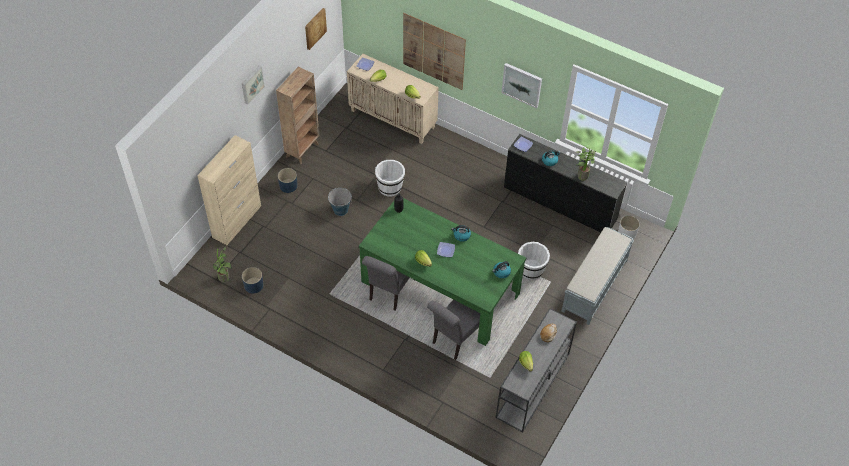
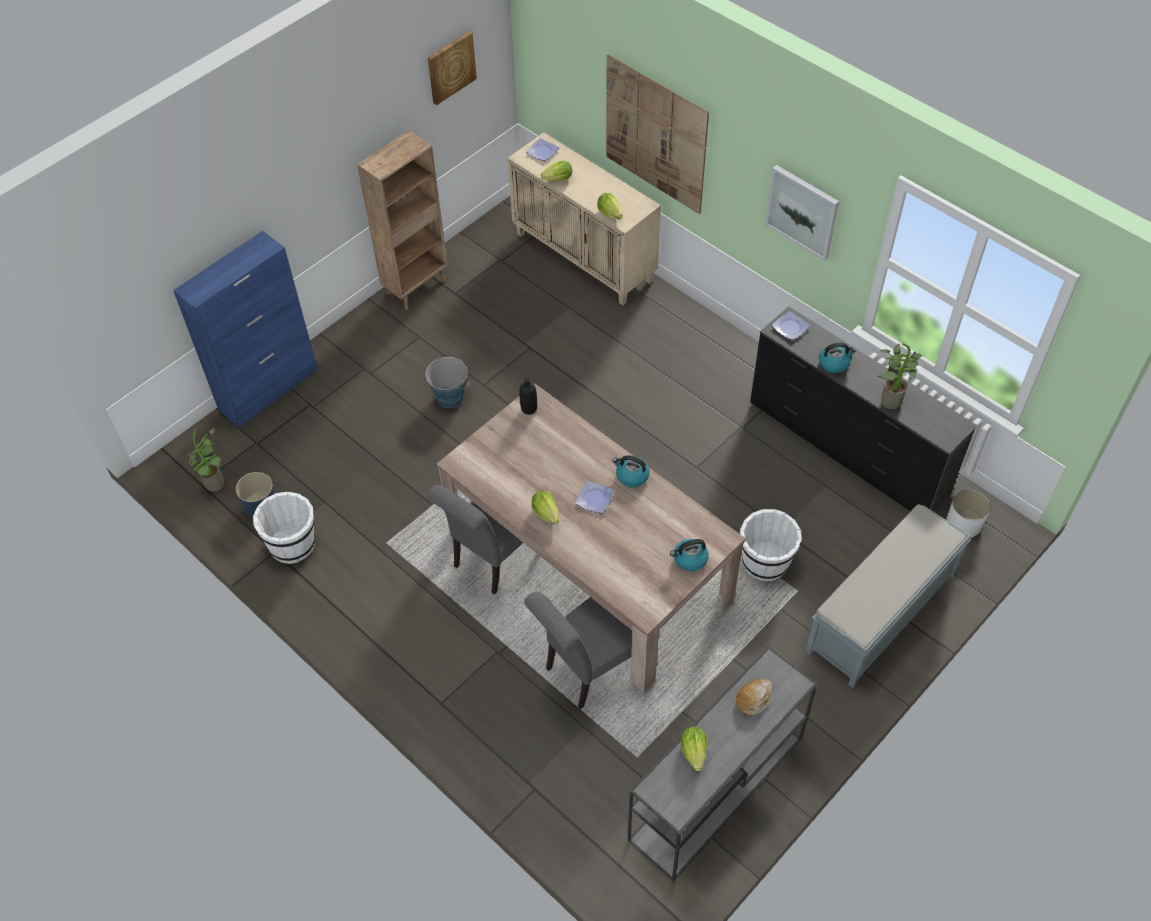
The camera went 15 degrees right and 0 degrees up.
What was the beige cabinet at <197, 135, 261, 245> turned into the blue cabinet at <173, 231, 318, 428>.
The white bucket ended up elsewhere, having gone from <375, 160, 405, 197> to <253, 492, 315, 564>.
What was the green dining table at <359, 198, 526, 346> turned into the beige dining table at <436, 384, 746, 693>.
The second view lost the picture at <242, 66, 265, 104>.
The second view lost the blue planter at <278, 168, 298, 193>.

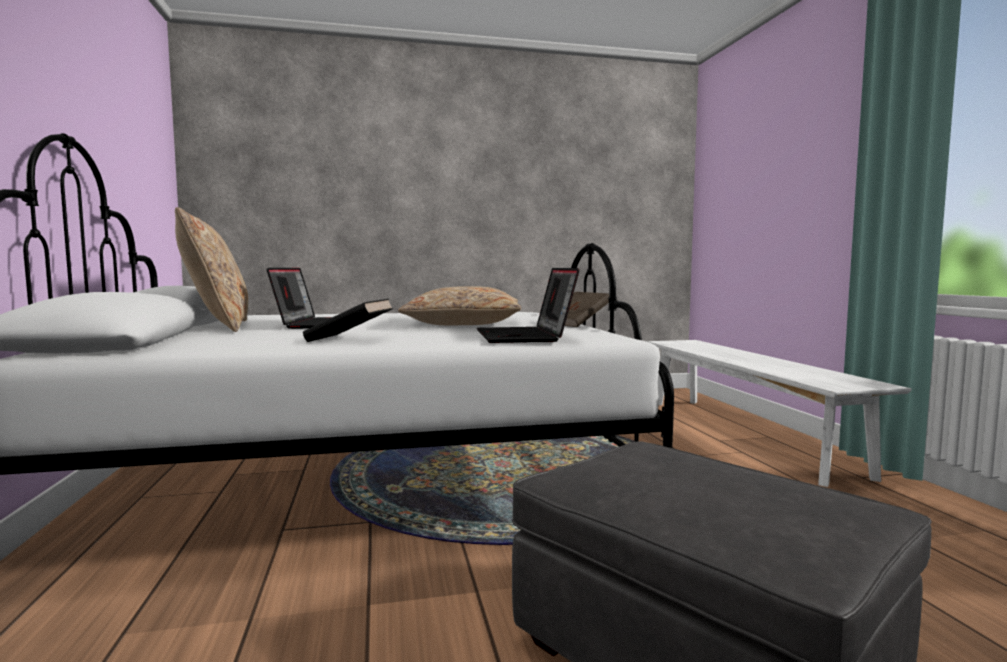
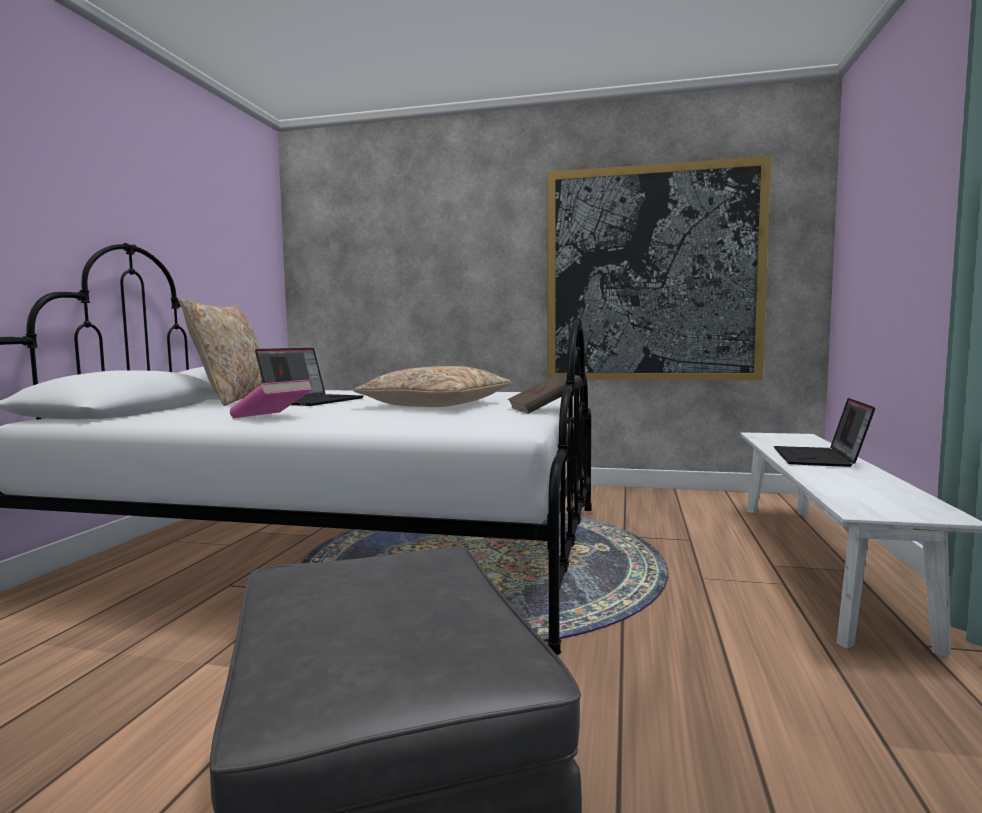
The camera went 25 degrees right and 0 degrees up.
What was the black book at <303, 299, 393, 342> turned into the pink book at <230, 380, 313, 418>.
The second view gained the picture at <547, 156, 771, 380>.
The laptop ended up elsewhere, having gone from <477, 268, 580, 343> to <774, 398, 875, 467>.

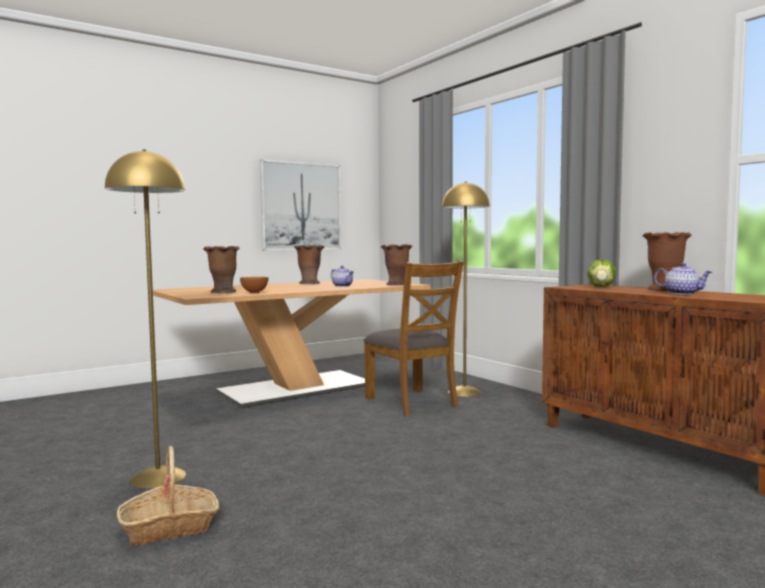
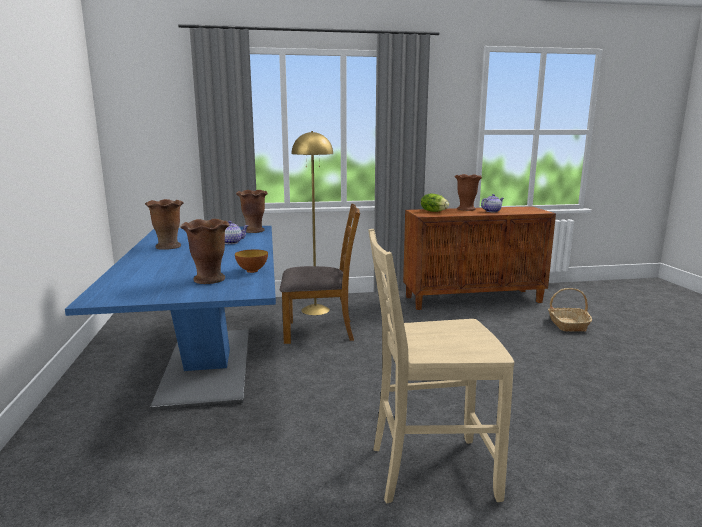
The camera went 65 degrees left and 10 degrees up.
What was the beige dining table at <153, 279, 431, 408> turned into the blue dining table at <65, 226, 276, 410>.
Where the yellow floor lamp stood at <105, 149, 186, 489>, the beige chair came to stand at <368, 229, 514, 503>.
The basket ended up elsewhere, having gone from <117, 446, 220, 545> to <548, 288, 592, 332>.
The second view lost the picture at <260, 159, 341, 250>.

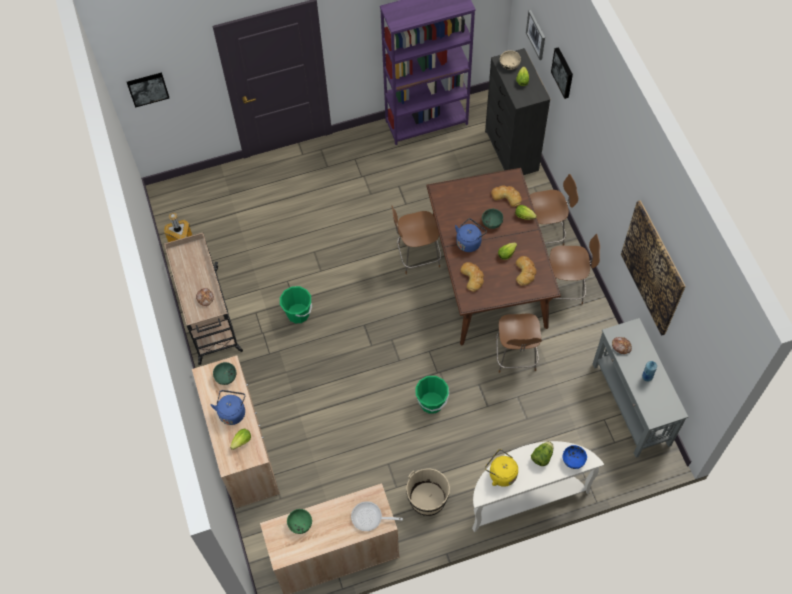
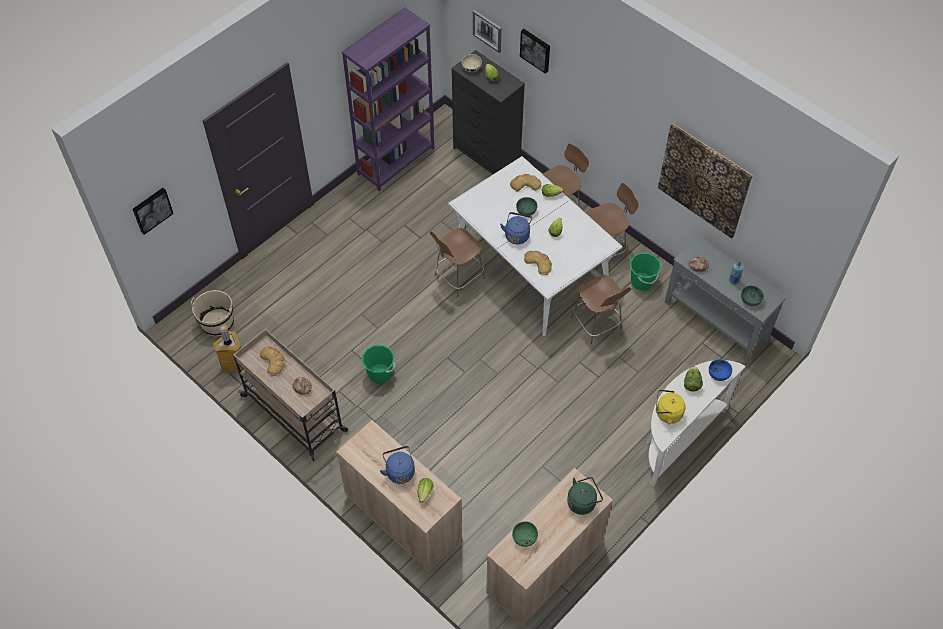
The camera went 30 degrees left and 5 degrees down.
The beige bucket ended up elsewhere, having gone from <406, 468, 450, 516> to <191, 290, 234, 337>.
The bread ended up elsewhere, having gone from <516, 256, 536, 286> to <260, 346, 285, 376>.
What was the brown dining table at <426, 168, 561, 345> turned into the white dining table at <448, 156, 623, 336>.
Where the frying pan stood at <351, 501, 403, 531>, the green kettle came to stand at <567, 477, 603, 515>.
The green bucket ended up elsewhere, having gone from <415, 376, 449, 413> to <630, 253, 661, 290>.
The green bowl ended up elsewhere, having gone from <213, 362, 236, 385> to <741, 286, 764, 306>.

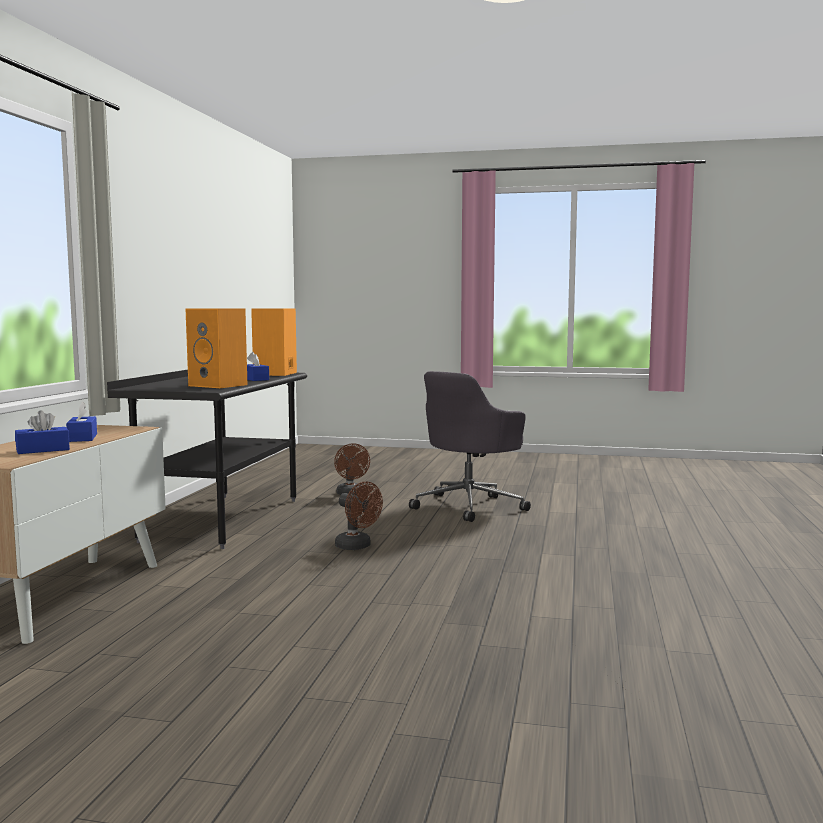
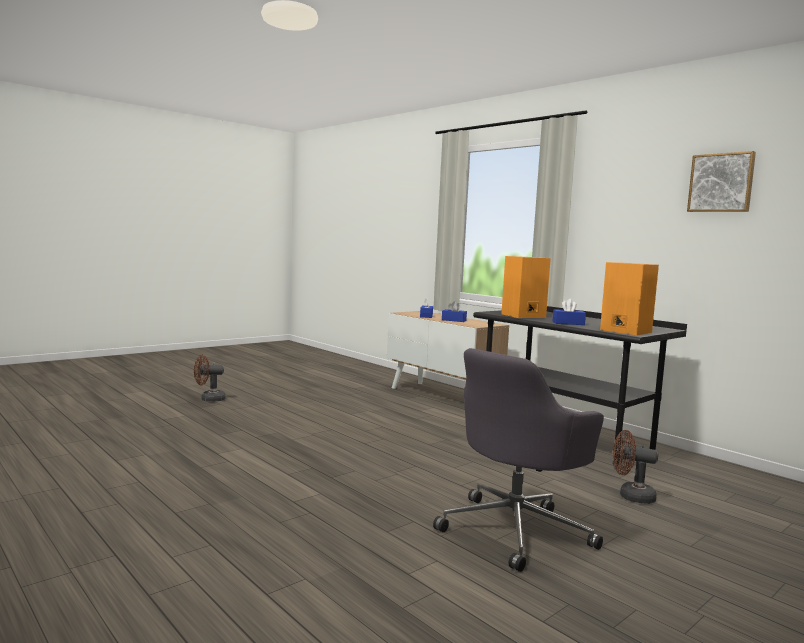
The camera went 125 degrees right and 0 degrees up.
The brown fan ended up elsewhere, having gone from <335, 482, 383, 550> to <194, 355, 226, 402>.
The grey office chair at <409, 371, 531, 522> ended up facing another way, 120 degrees counterclockwise from before.
The second view gained the picture at <687, 151, 756, 212>.

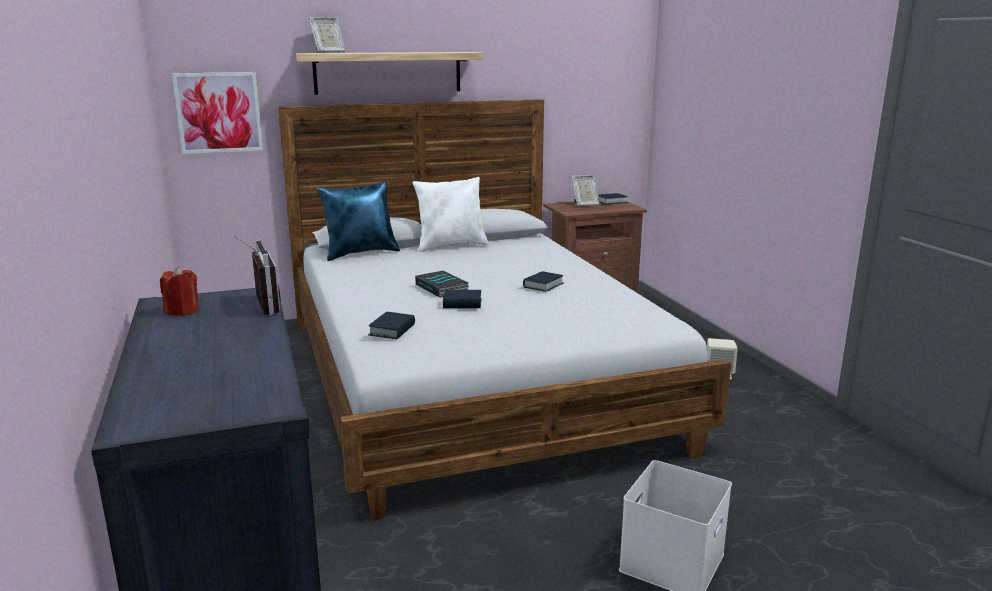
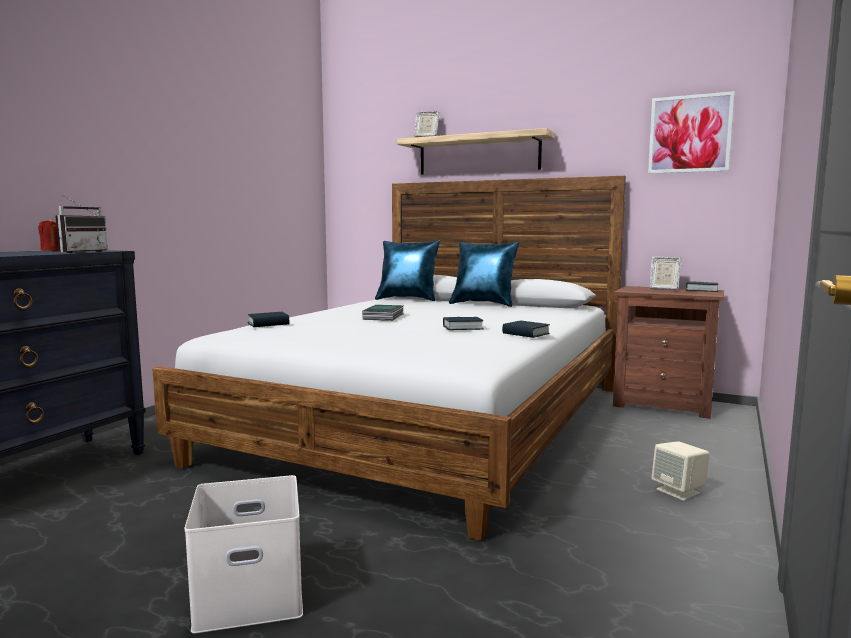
The camera went 45 degrees right and 10 degrees down.
What was the white pillow at <412, 177, 489, 252> turned into the blue pillow at <449, 242, 519, 307>.
The book ended up elsewhere, having gone from <443, 290, 482, 308> to <502, 321, 550, 338>.
The picture ended up elsewhere, having gone from <172, 72, 263, 154> to <648, 91, 734, 174>.

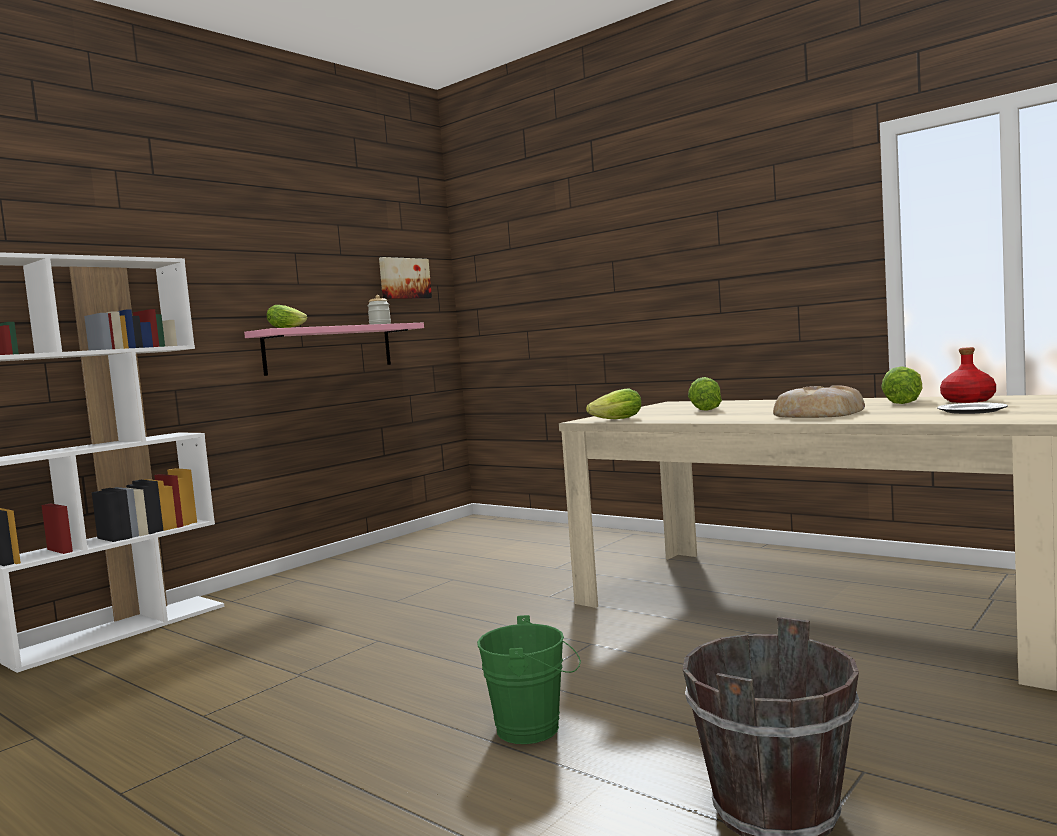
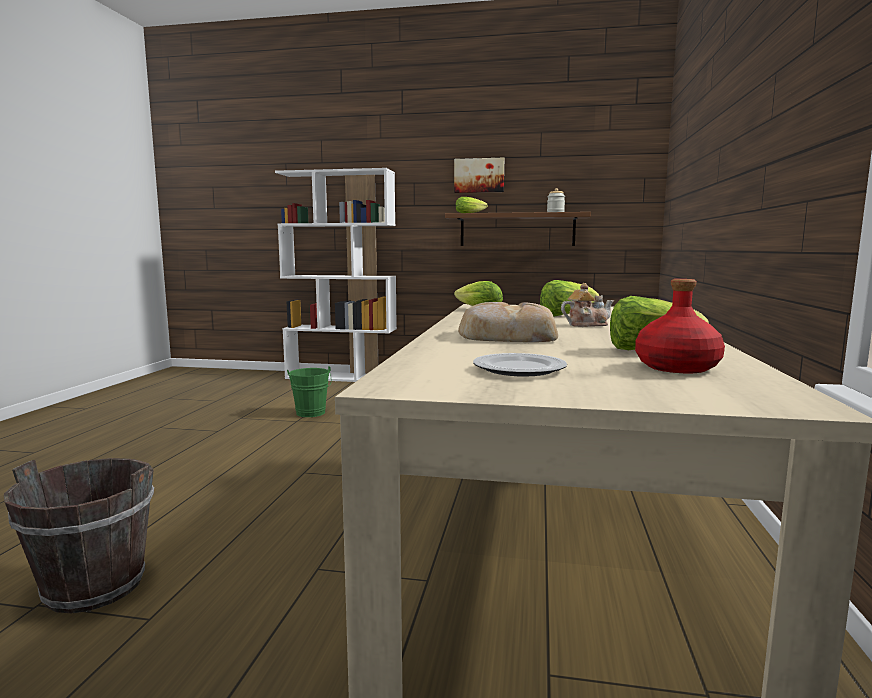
The camera went 60 degrees right and 5 degrees up.
The green bucket ended up elsewhere, having gone from <477, 615, 581, 744> to <287, 366, 331, 417>.
What was the pink shelf at <244, 323, 424, 376> turned into the brown shelf at <445, 212, 591, 246>.
The picture ended up elsewhere, having gone from <379, 257, 432, 299> to <454, 158, 504, 193>.
The second view gained the teapot at <561, 283, 614, 327>.

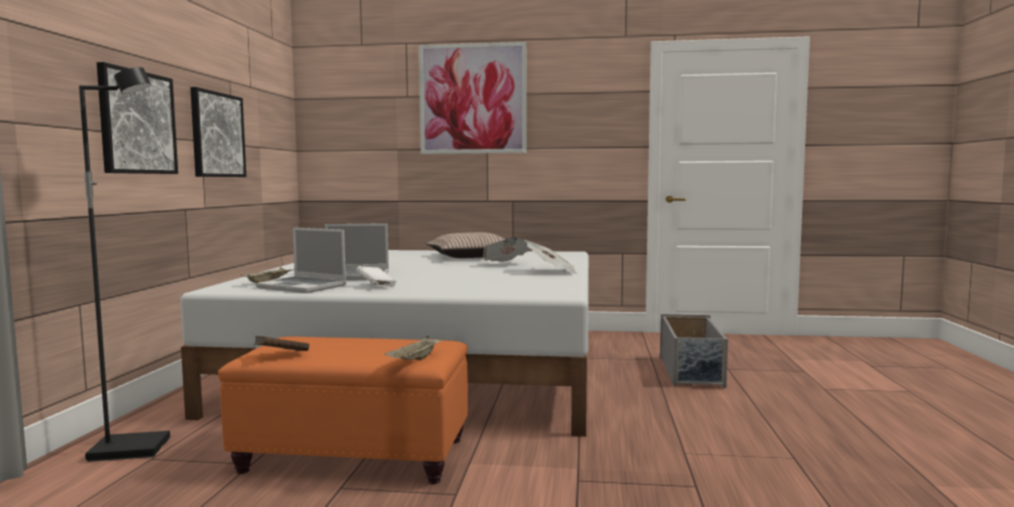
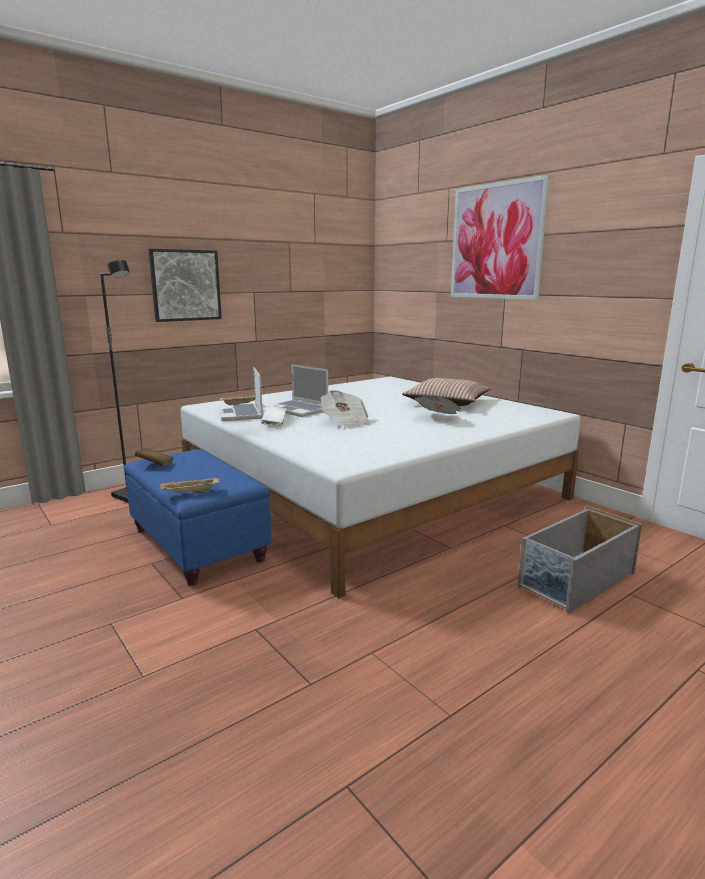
The camera went 45 degrees right and 10 degrees up.
What was the orange ottoman at <218, 337, 468, 484> turned into the blue ottoman at <123, 449, 271, 586>.
The newspaper ended up elsewhere, having gone from <524, 240, 577, 274> to <320, 390, 370, 429>.
The second view lost the picture at <190, 87, 246, 177>.

